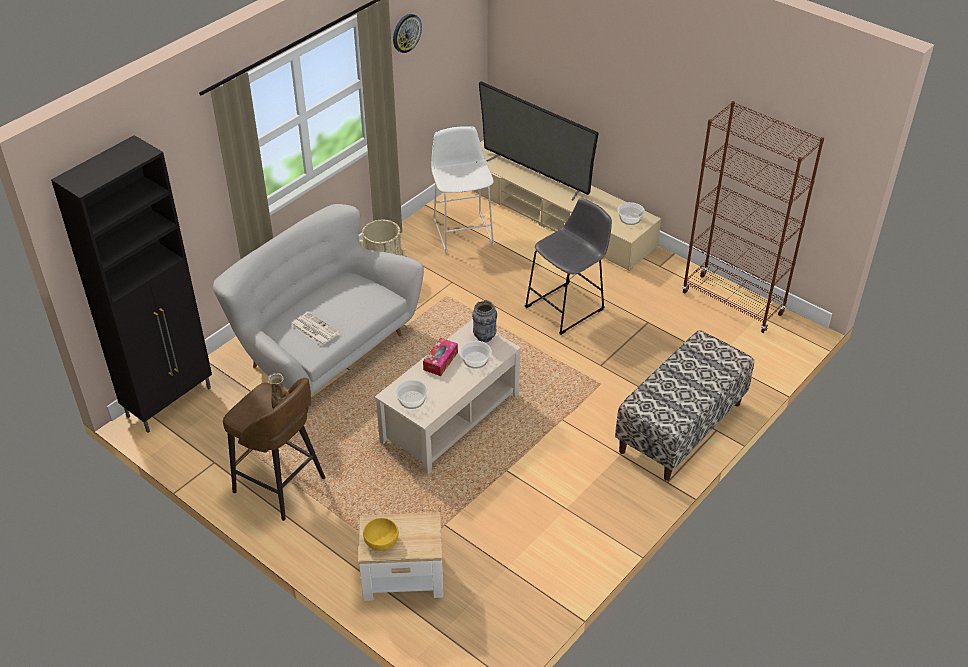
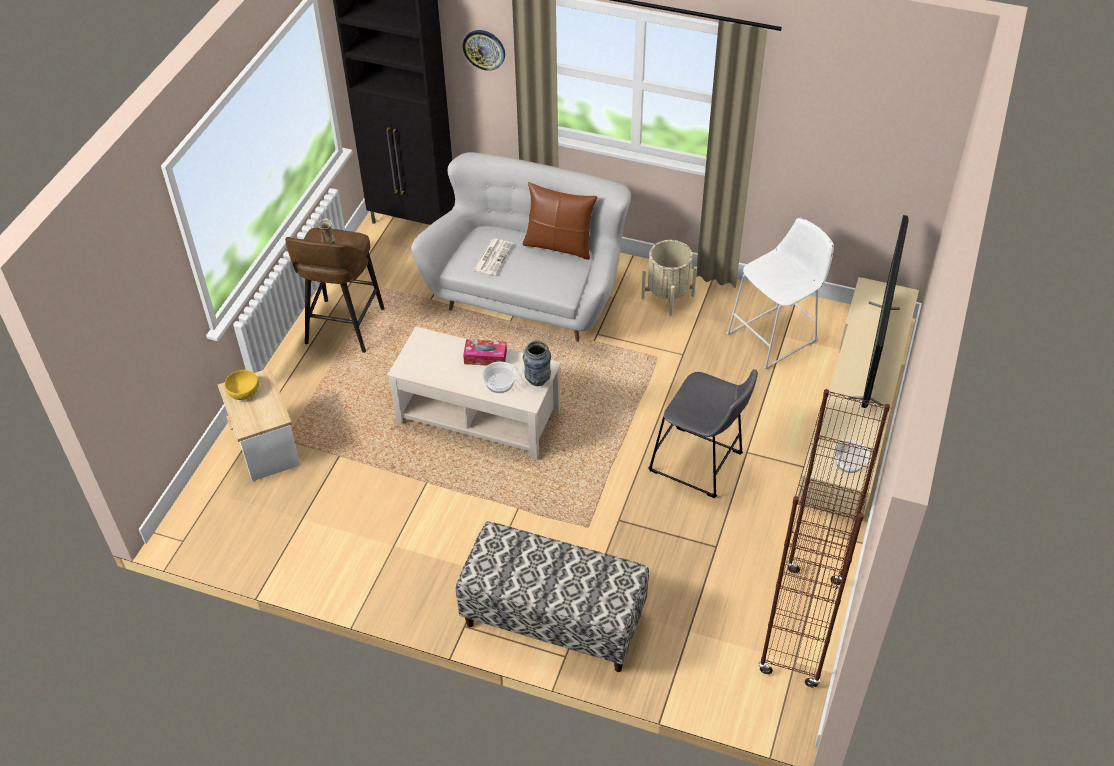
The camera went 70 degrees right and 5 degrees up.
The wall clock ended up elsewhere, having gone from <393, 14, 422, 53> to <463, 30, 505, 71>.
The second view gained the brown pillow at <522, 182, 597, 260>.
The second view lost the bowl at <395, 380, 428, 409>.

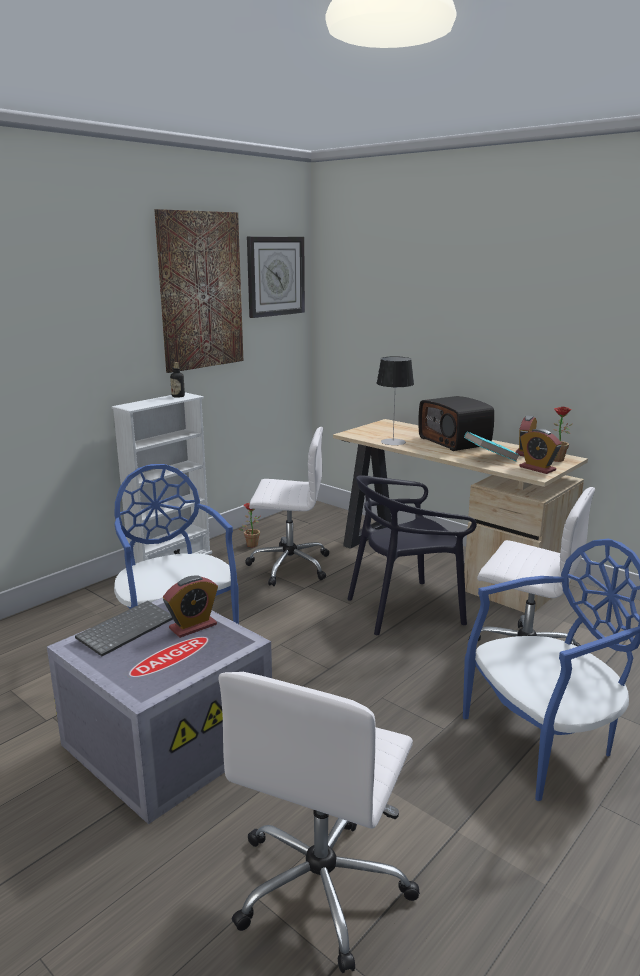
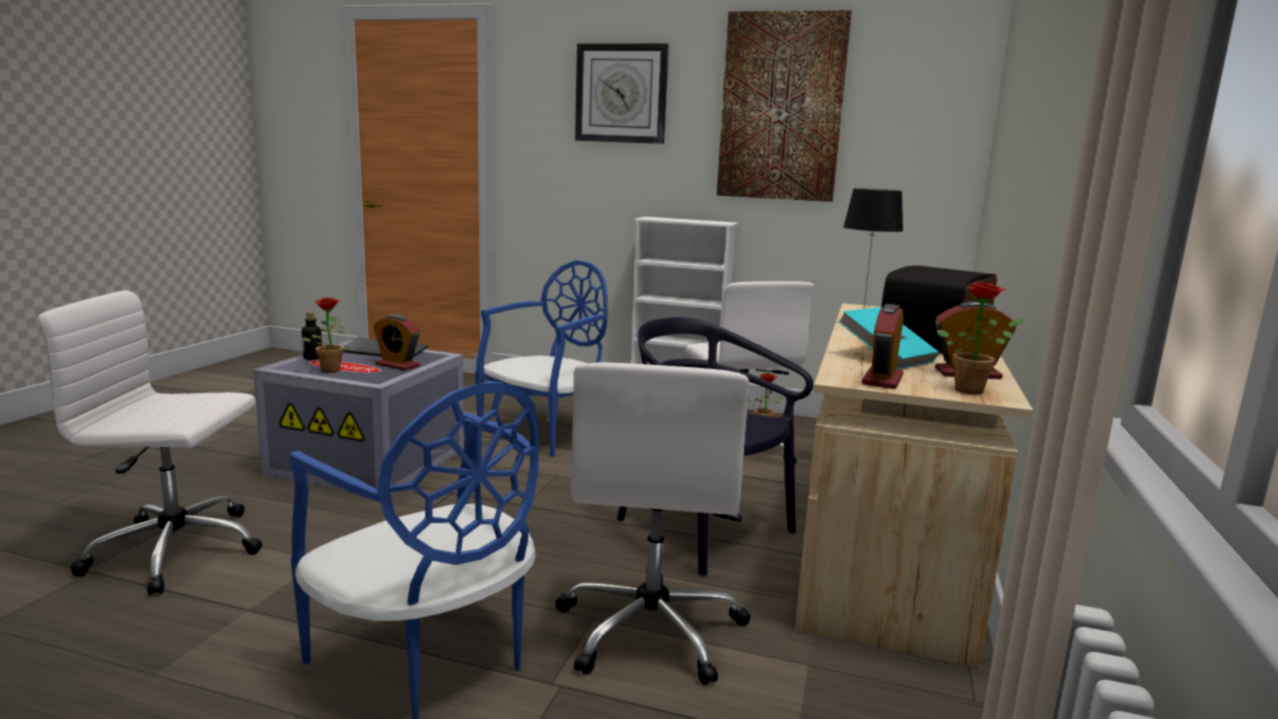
The camera went 65 degrees right and 5 degrees down.
The bottle ended up elsewhere, having gone from <170, 362, 185, 398> to <301, 312, 322, 360>.
The second view gained the potted plant at <302, 298, 345, 373>.
The wall clock ended up elsewhere, having gone from <247, 236, 305, 318> to <575, 43, 669, 144>.

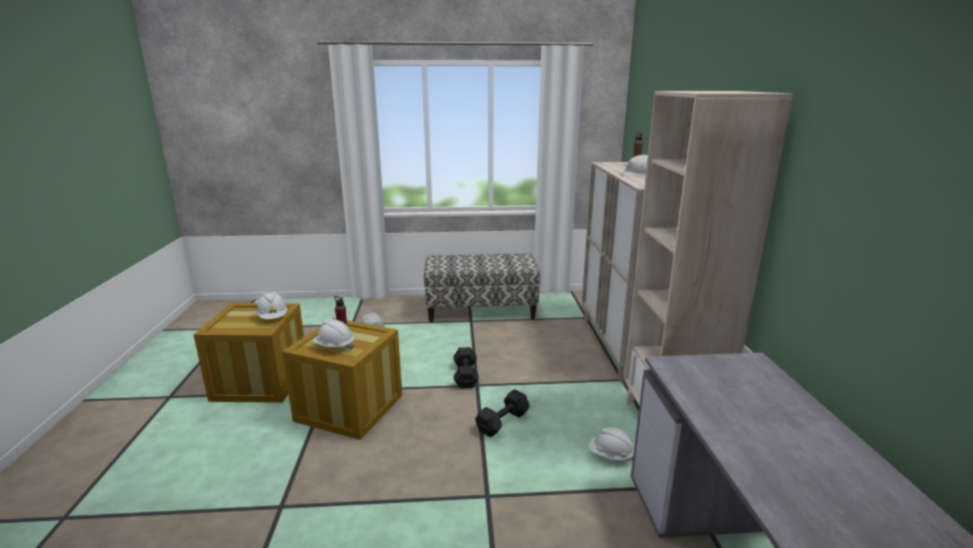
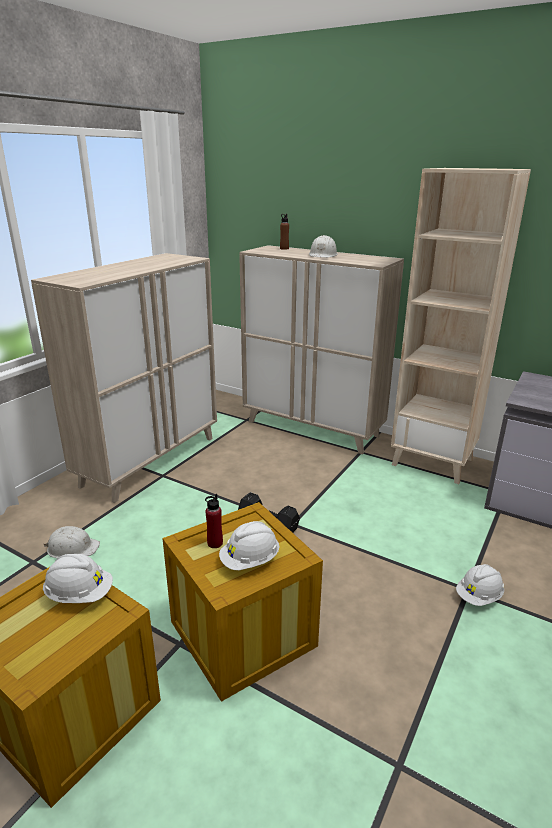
The camera went 55 degrees left and 5 degrees up.
Where the bench stood at <424, 253, 540, 322>, the beige cabinet came to stand at <31, 253, 217, 503>.
The white hard hat ended up elsewhere, having gone from <589, 427, 634, 461> to <456, 564, 504, 606>.
The second view lost the black dumbbell at <475, 389, 530, 437>.

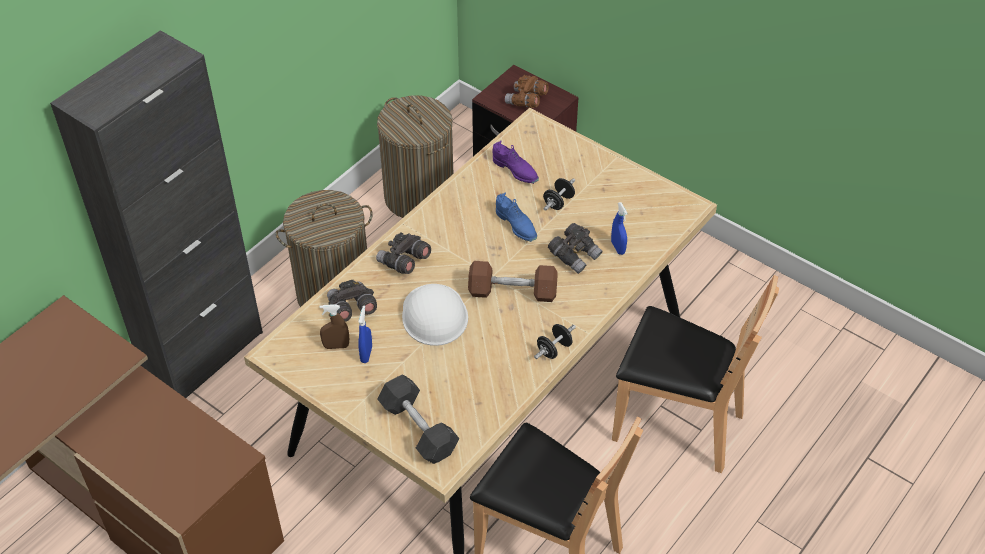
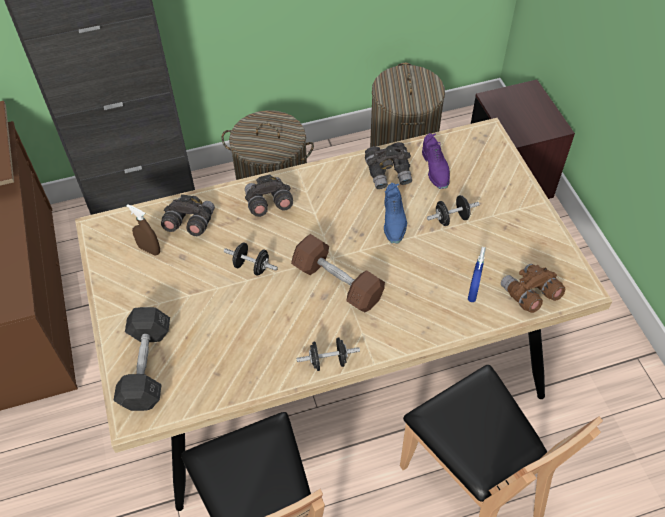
The camera went 35 degrees right and 5 degrees up.
Where the white hard hat stood at <402, 284, 468, 346>, the black dumbbell came to stand at <224, 243, 278, 276>.
The grey binoculars ended up elsewhere, having gone from <548, 223, 603, 274> to <365, 142, 412, 189>.
The brown binoculars ended up elsewhere, having gone from <505, 75, 549, 108> to <501, 264, 565, 313>.
The second view lost the blue spray bottle at <358, 305, 372, 363>.

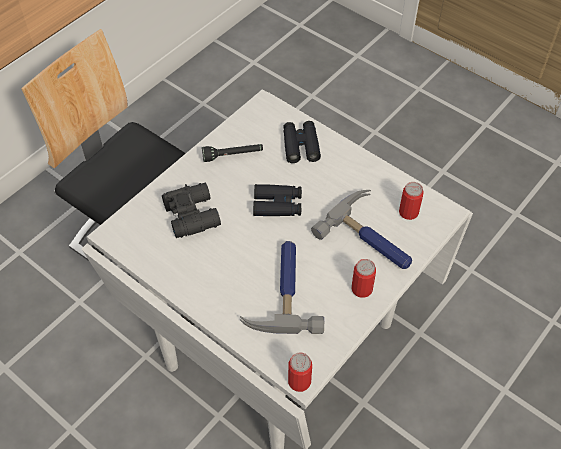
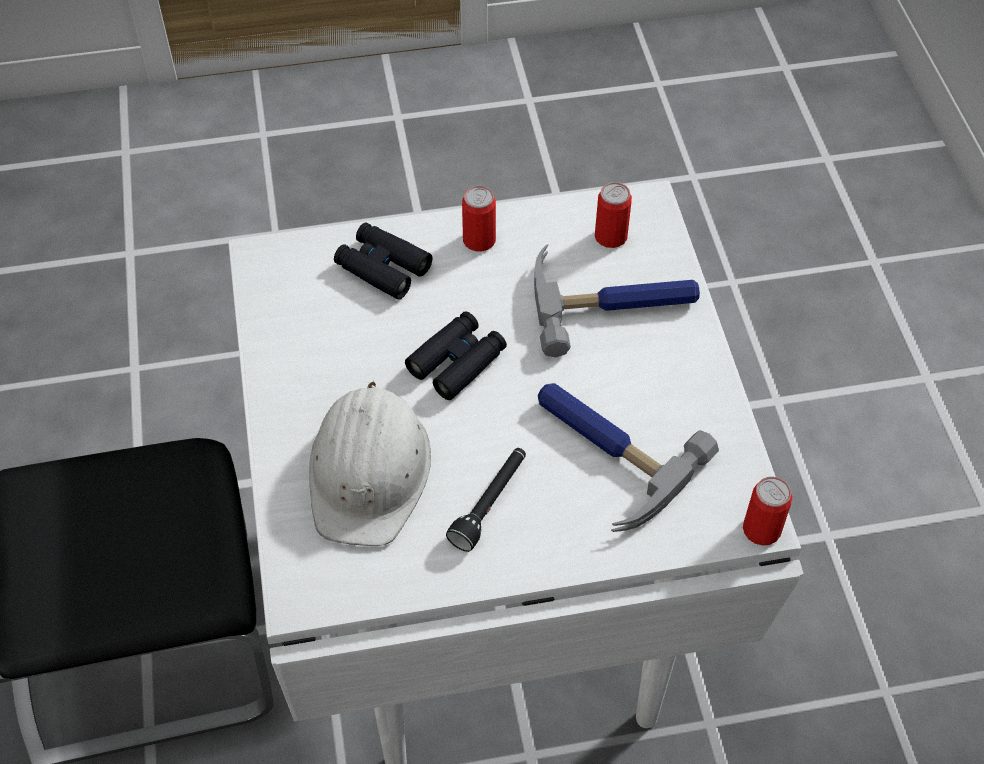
The camera went 50 degrees left and 0 degrees up.
Where the black binoculars stood at <162, 183, 221, 238>, the white hard hat came to stand at <309, 381, 431, 546>.
The black flashlight ended up elsewhere, having gone from <202, 144, 263, 162> to <446, 448, 526, 552>.
The can ended up elsewhere, having gone from <352, 259, 376, 298> to <462, 186, 496, 251>.

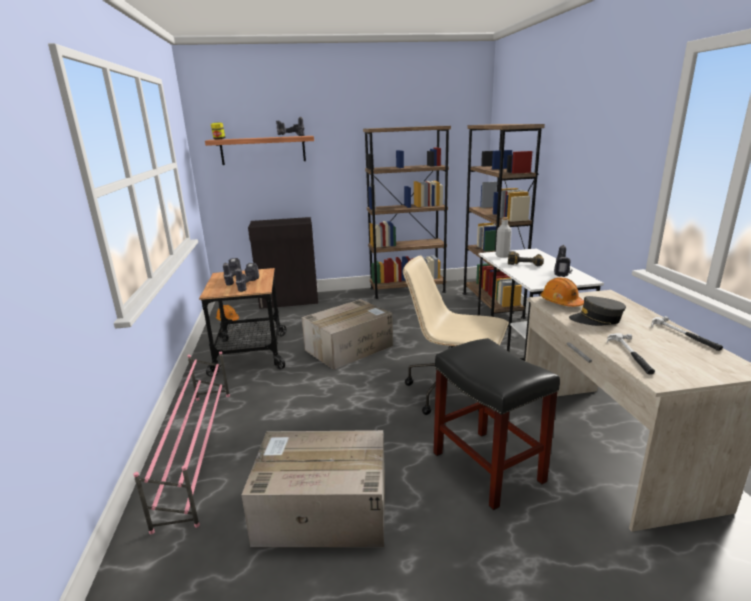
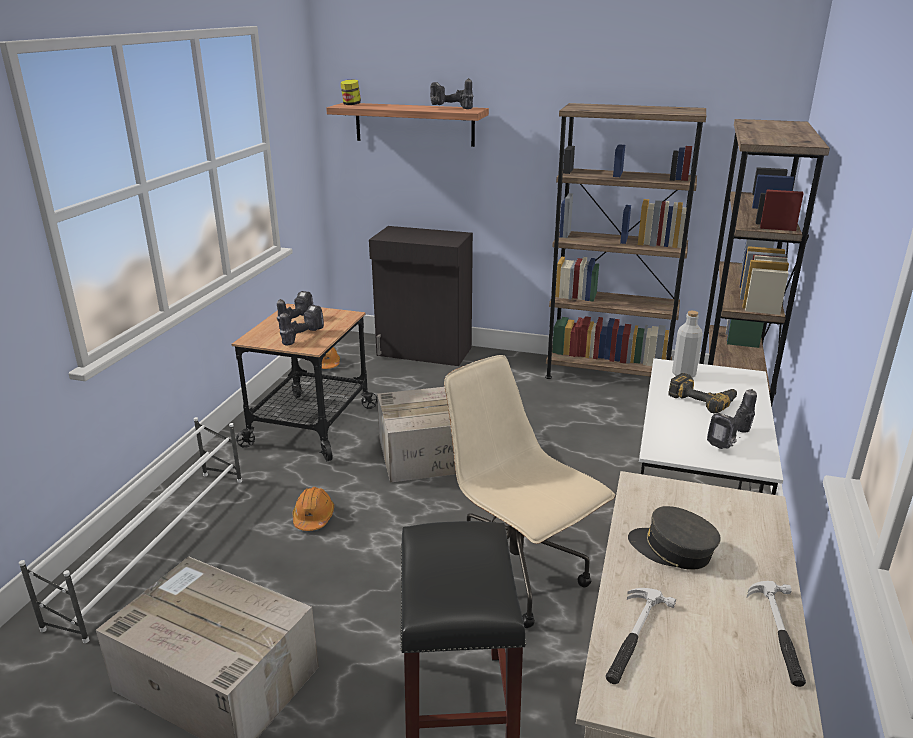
The camera went 25 degrees right and 5 degrees up.
What was the pink shoe rack at <133, 352, 230, 534> turned into the white shoe rack at <19, 417, 242, 643>.
The orange hard hat ended up elsewhere, having gone from <540, 277, 584, 307> to <292, 487, 334, 531>.

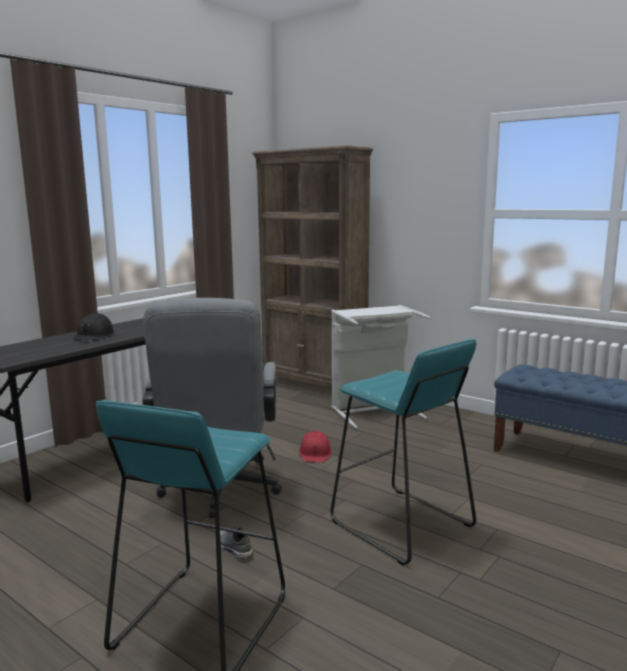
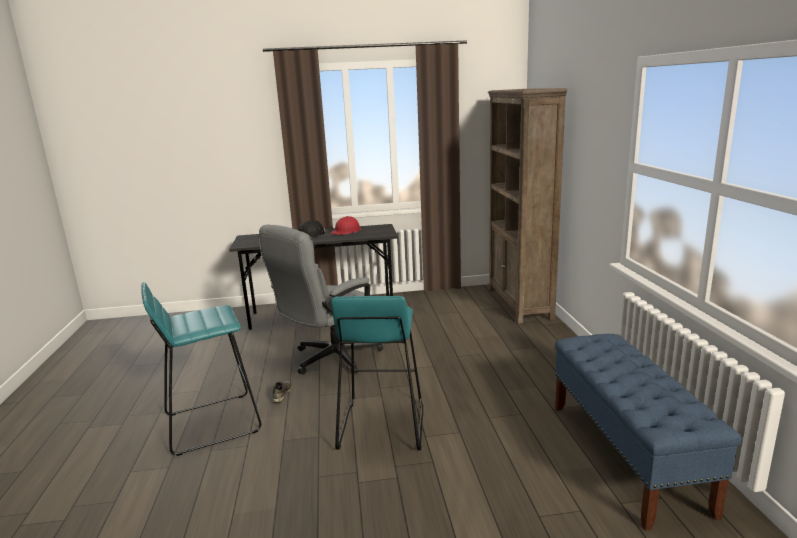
The camera went 45 degrees right and 5 degrees up.
The red hard hat ended up elsewhere, having gone from <299, 430, 332, 462> to <330, 216, 361, 235>.
The second view lost the grey laundry basket at <331, 305, 430, 429>.

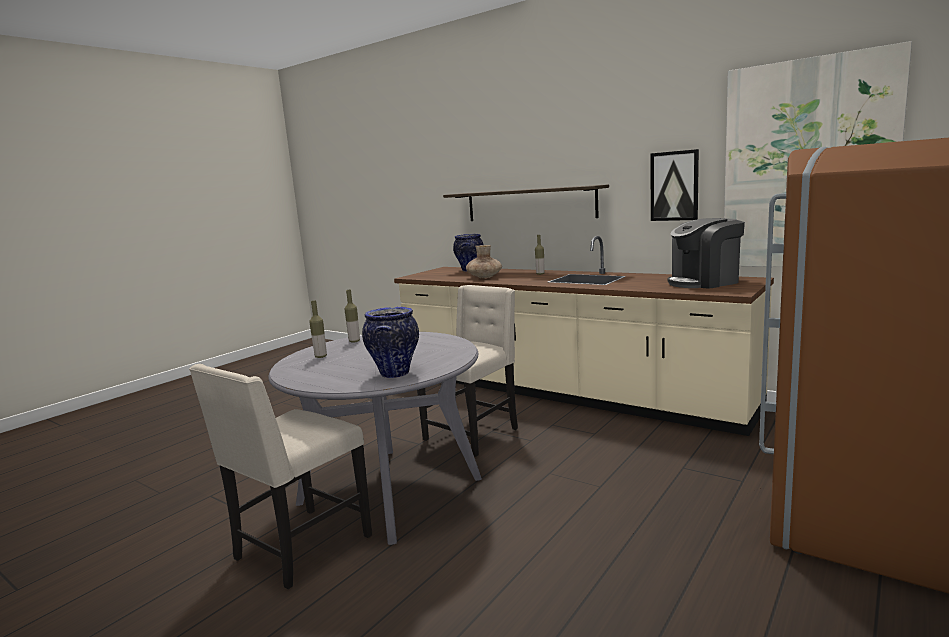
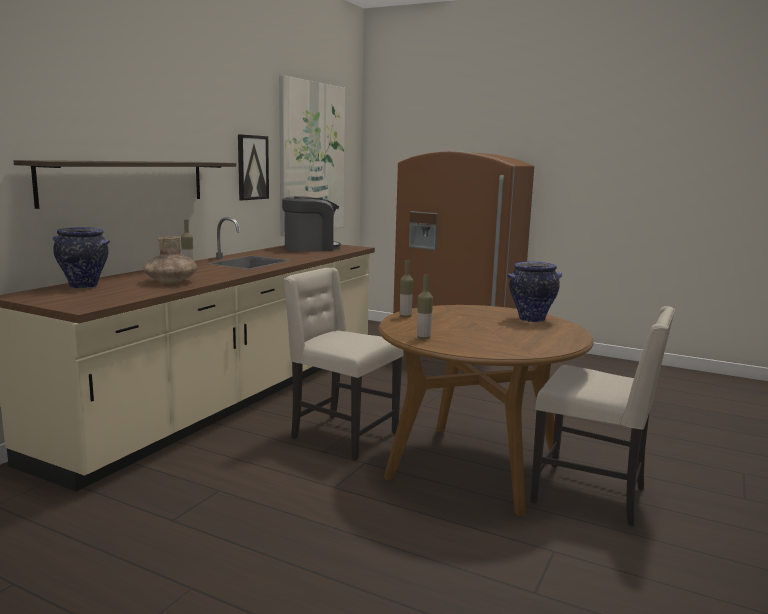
The camera went 100 degrees left and 0 degrees up.
The coffee machine at <667, 218, 745, 289> ended up facing another way, 90 degrees counterclockwise from before.
What was the grey dining table at <268, 332, 482, 545> turned into the brown dining table at <378, 305, 594, 516>.
The bottle ended up elsewhere, having gone from <309, 301, 327, 358> to <400, 260, 413, 318>.

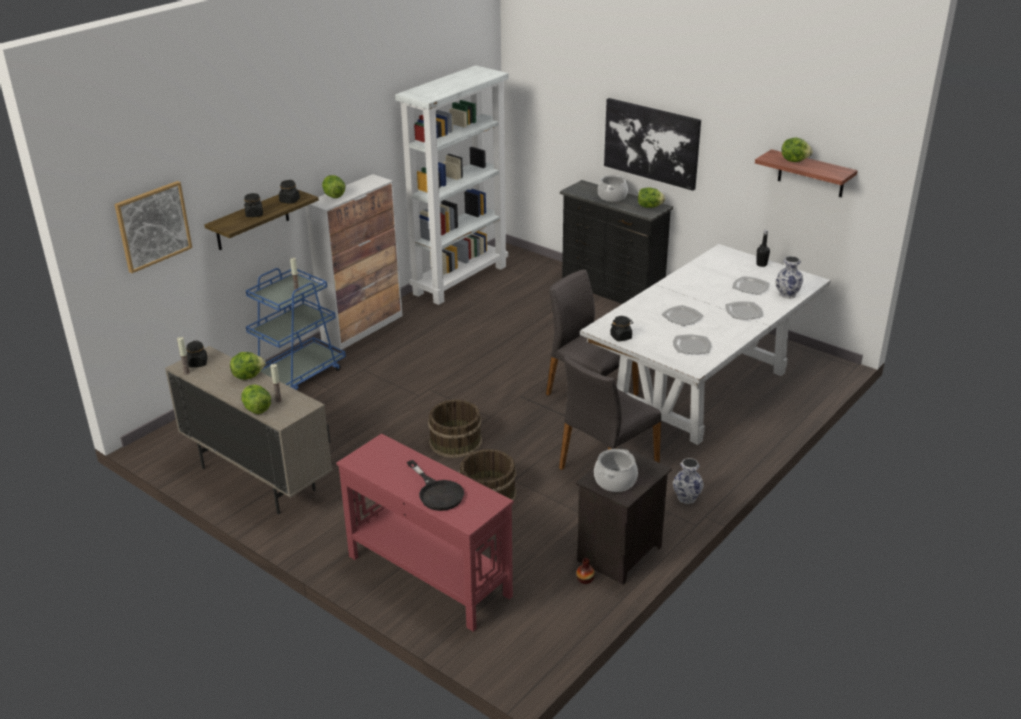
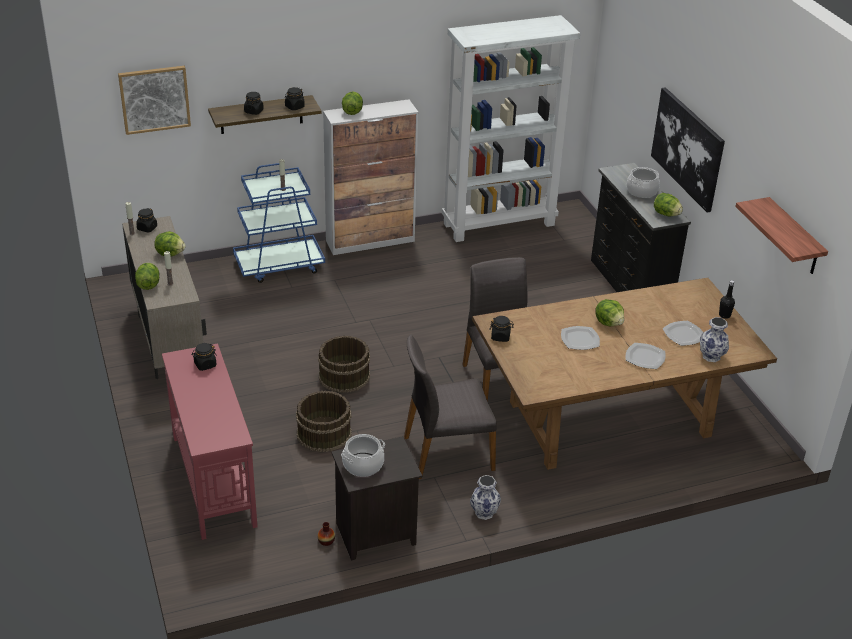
The camera went 30 degrees right and 5 degrees up.
The second view gained the black jar at <191, 343, 217, 371>.
What was the white dining table at <580, 244, 831, 445> turned into the brown dining table at <472, 278, 777, 470>.
The lettuce ended up elsewhere, having gone from <781, 137, 813, 162> to <595, 299, 624, 326>.
The second view lost the black frying pan at <407, 460, 464, 511>.
The second view lost the plate at <673, 335, 712, 354>.

